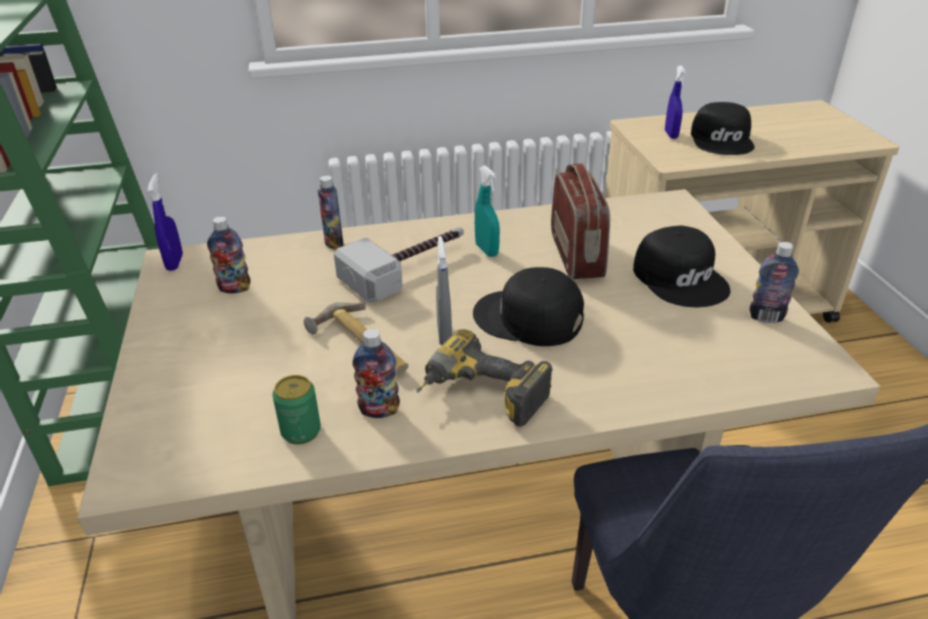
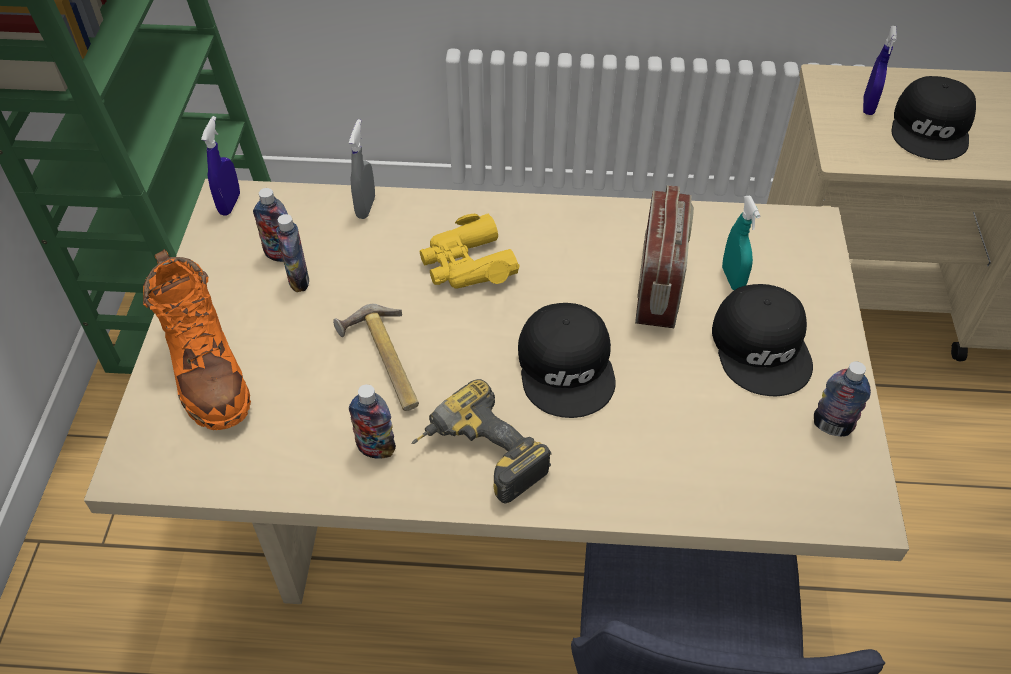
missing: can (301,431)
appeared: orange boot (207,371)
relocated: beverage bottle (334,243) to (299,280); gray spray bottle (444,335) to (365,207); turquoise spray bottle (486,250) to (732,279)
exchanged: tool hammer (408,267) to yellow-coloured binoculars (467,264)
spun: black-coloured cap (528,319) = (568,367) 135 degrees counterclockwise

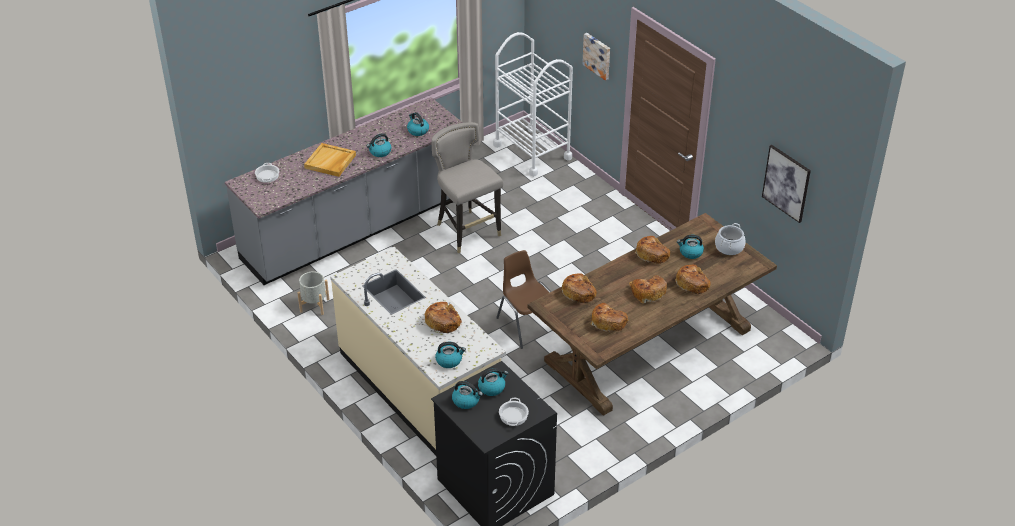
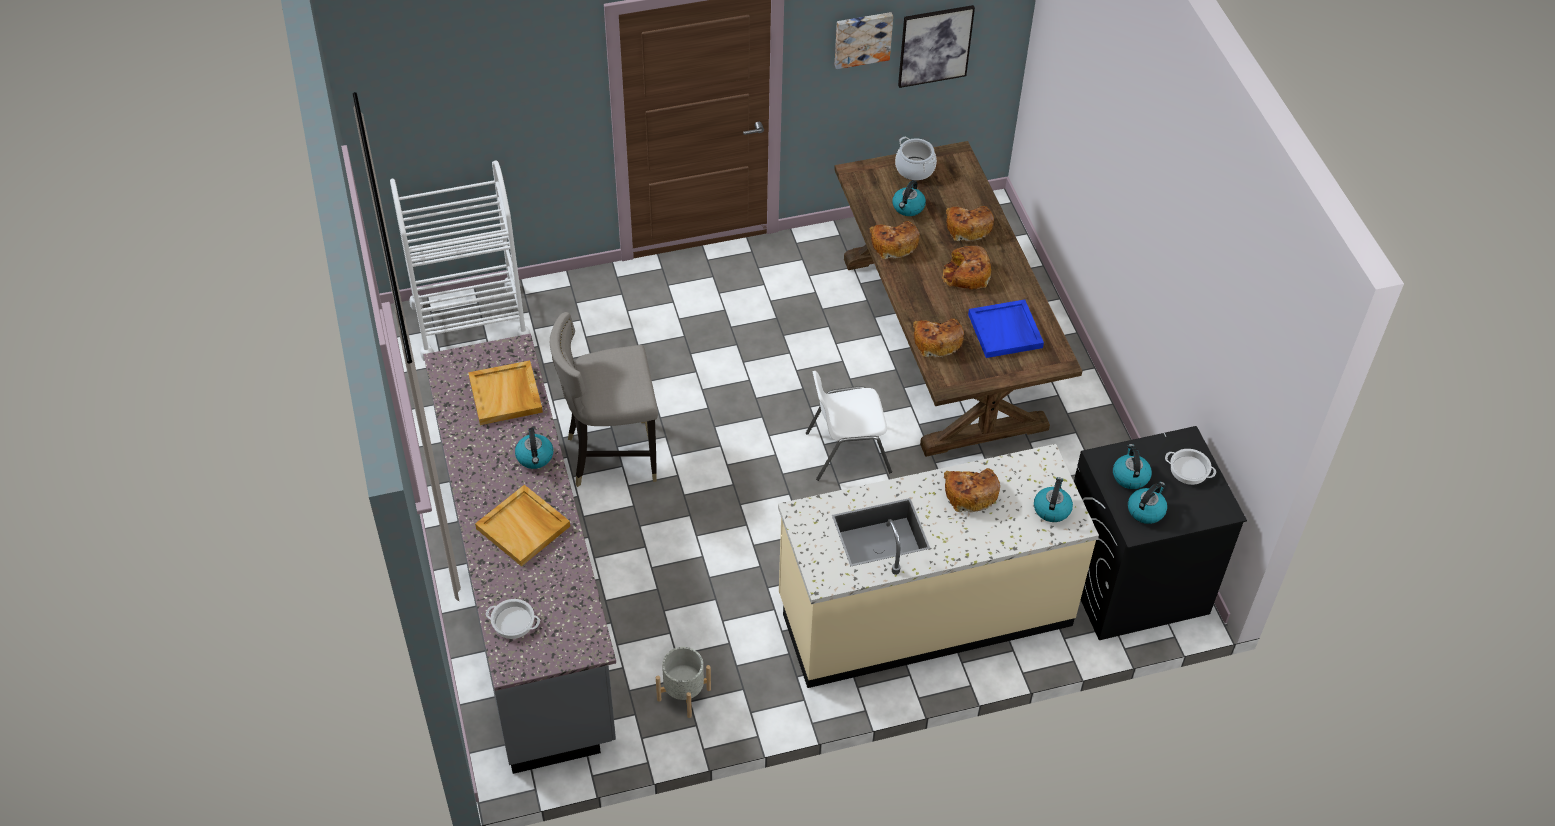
relocated: wall picture (597,55) to (862,38)
exchanged: kettle (417,130) to beige-coloured carrying tray (506,395); baked bread (608,321) to blue carrying tray (1006,331)
colour: brown-coloured upright chair (527,324) to whitish upright chair (846,451)

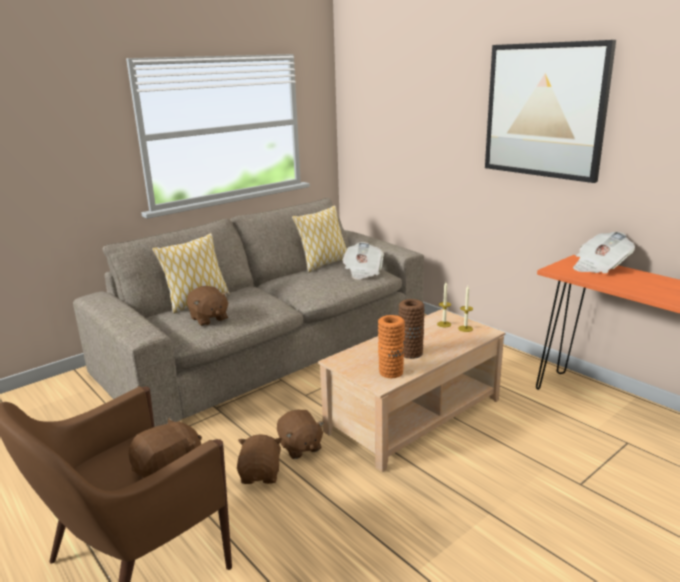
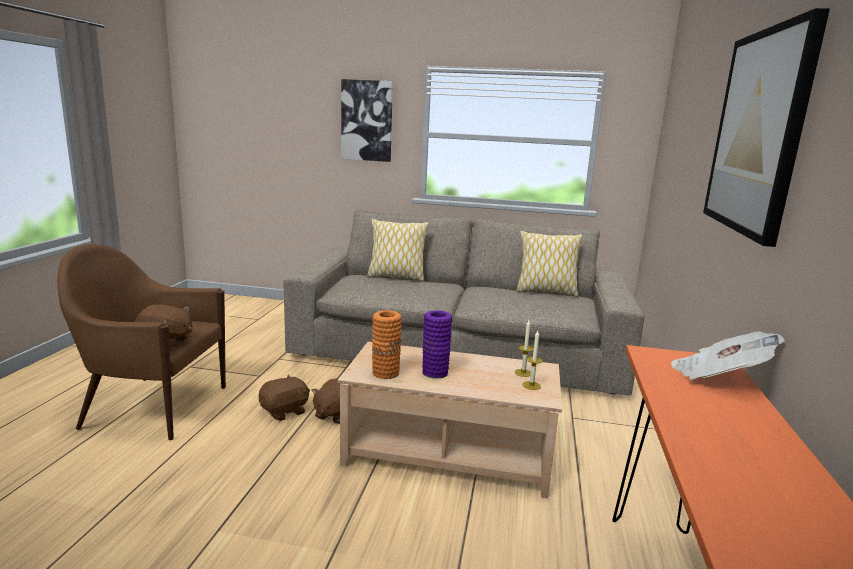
missing: brown-coloured cuddly toy (208,319); printed paper (362,272)
appeared: wall picture (367,121)
colour: brown-coloured vase (410,353) to purple-coloured vase (435,372)

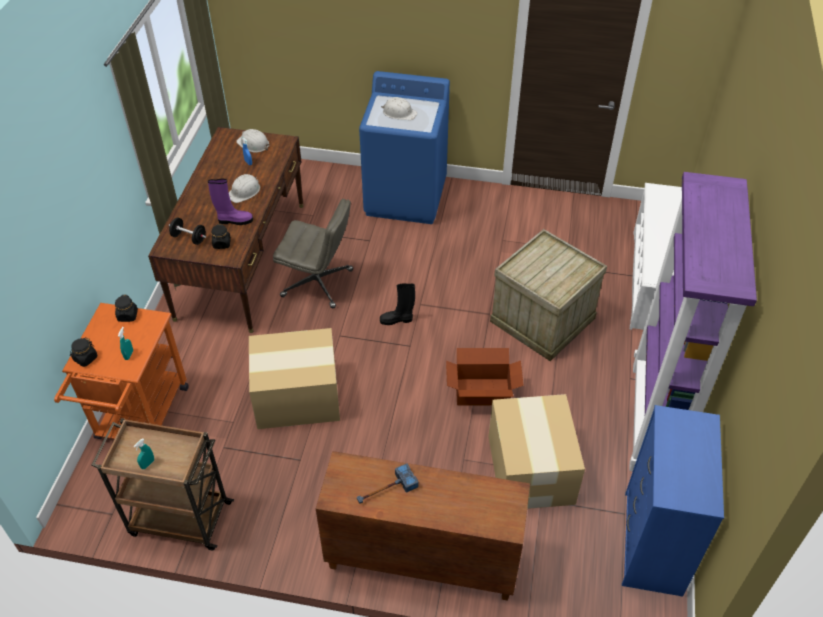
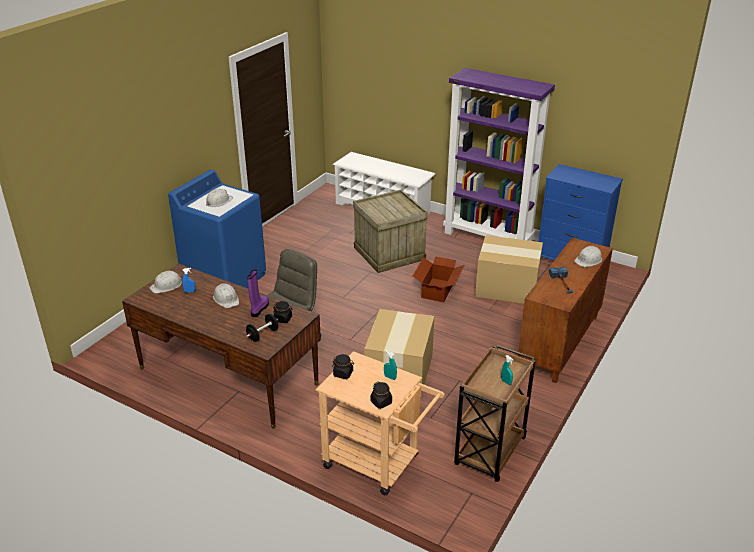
missing: black-coloured boot (397,320)
appeared: whitish safety helmet (588,260)
colour: orange cart (139,419) to beige-coloured cart (378,464)

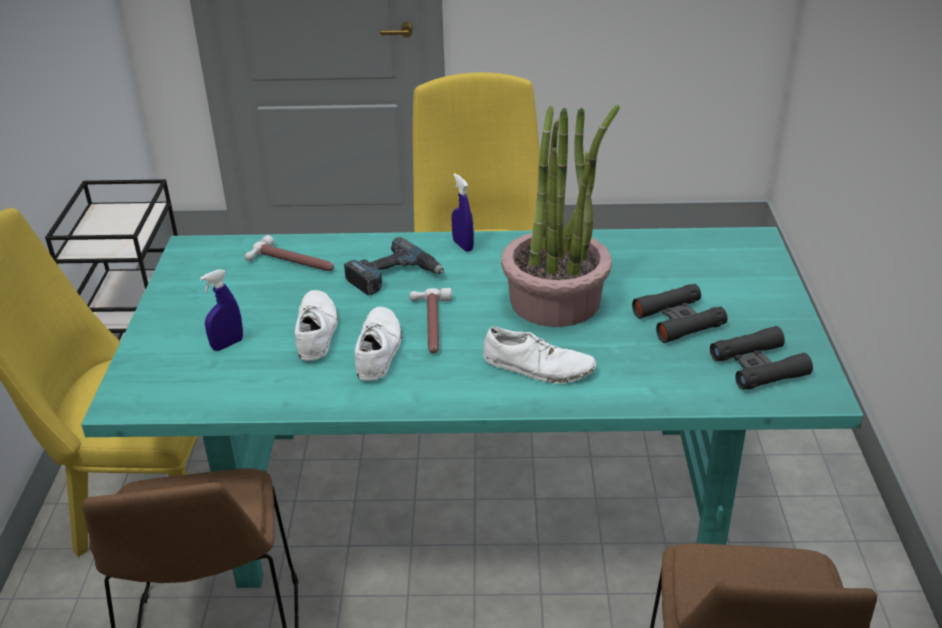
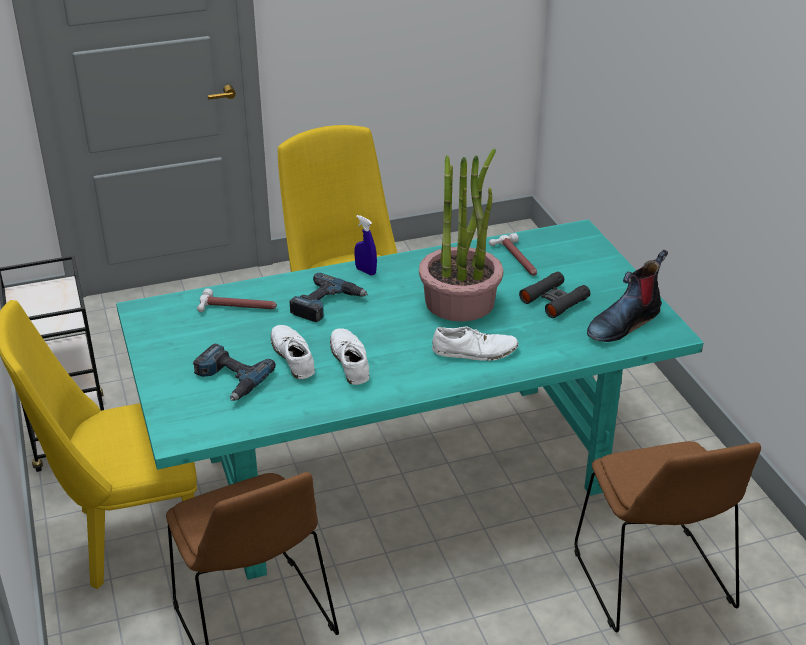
relocated: tool hammer (431,326) to (517,259)
exchanged: blue spray bottle (227,344) to electric drill (230,379); black-coloured binoculars (758,366) to boot (623,323)

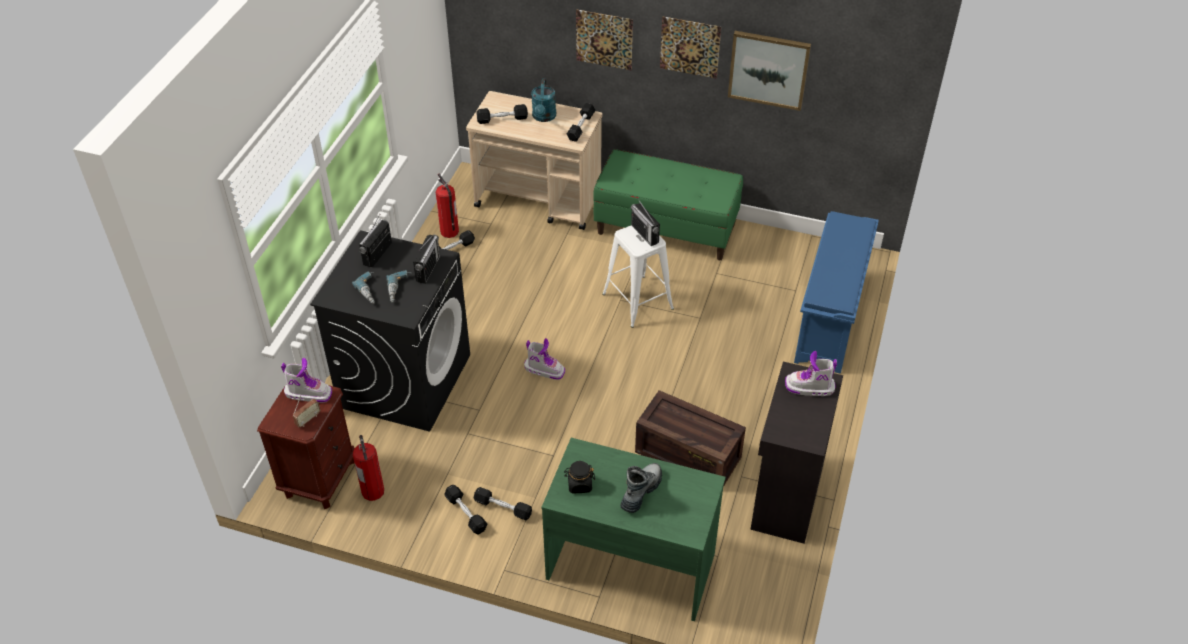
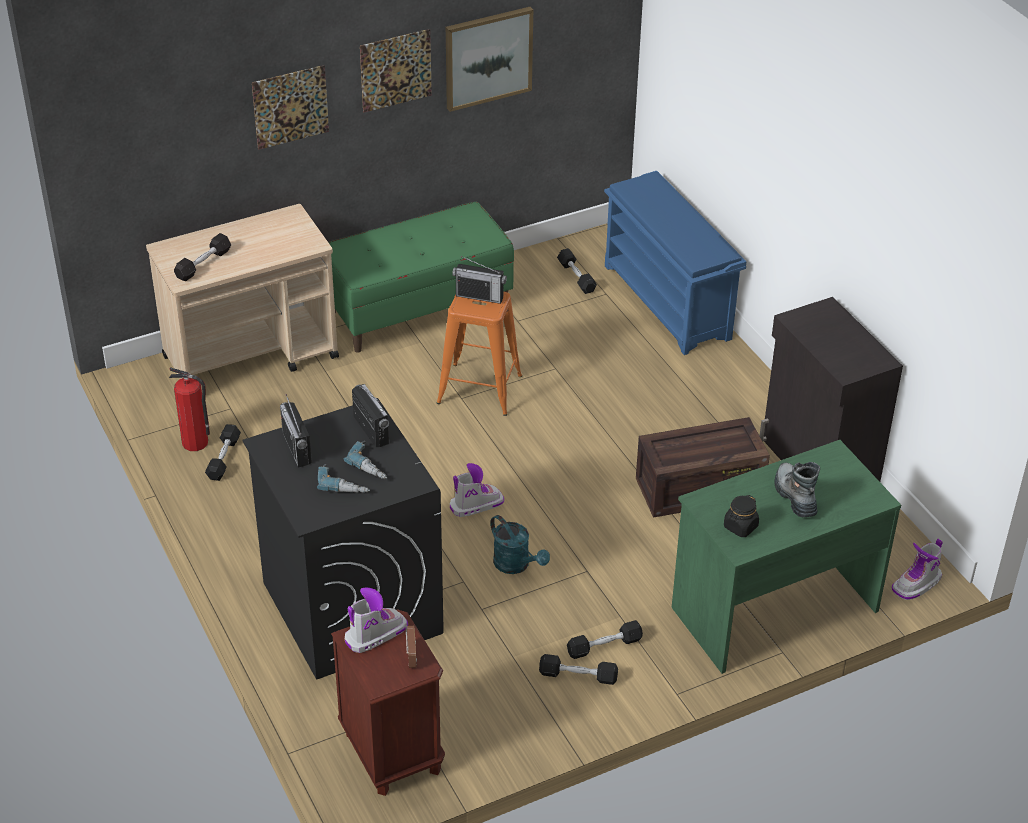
missing: fire extinguisher (373,491)
relocated: turquoise watering pot (544,117) to (516,565); black-coloured dumbbell (581,127) to (576,277); boot (809,387) to (917,584)
colour: whitish stool seat (637,301) to orange stool seat (479,389)

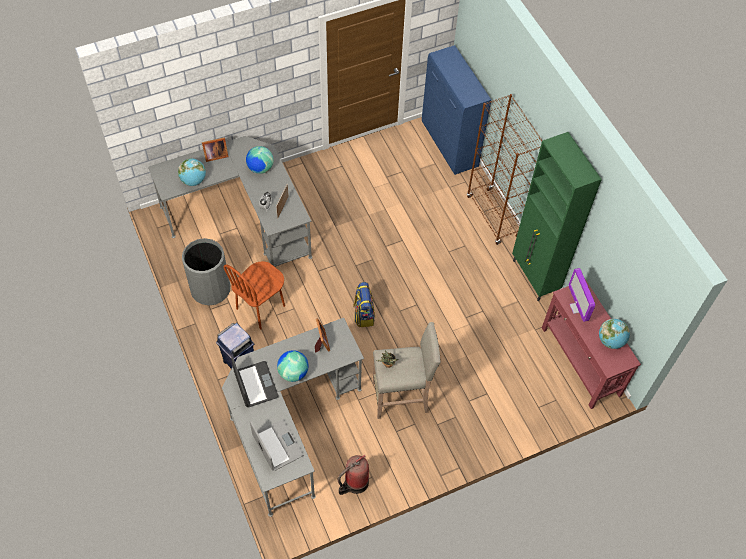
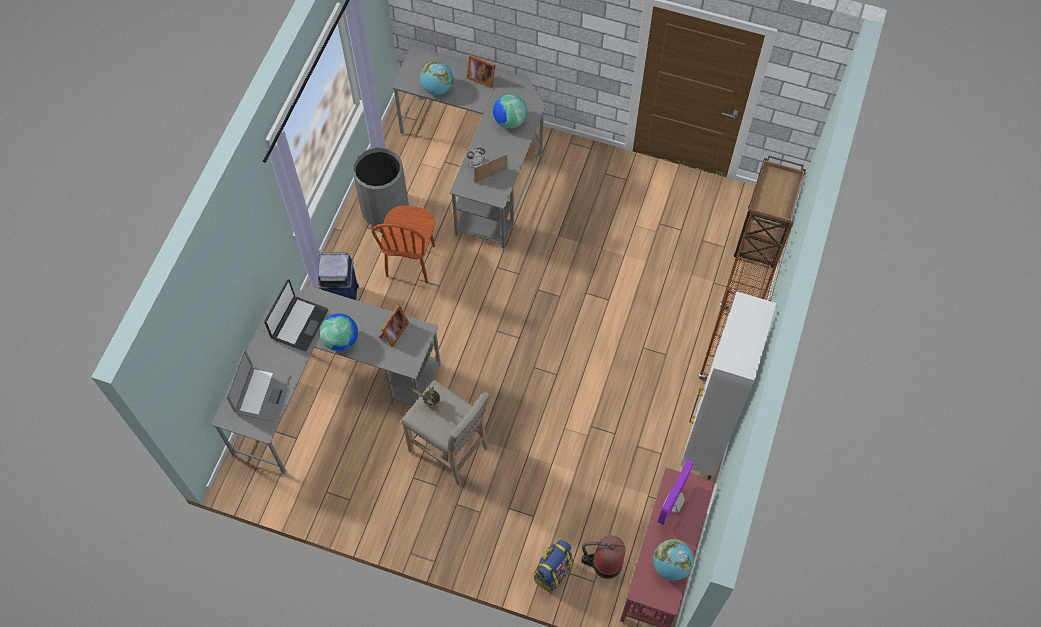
relocated: rucksack (363,314) to (552,571); fire extinguisher (354,483) to (604,563)
exchanged: blue cabinet (450,145) to brown-coloured cart (760,239)
colour: greenish cabinet (534,278) to whitish cabinet (703,444)
spun: brown-coloured upright chair (261,307) = (411,261) 75 degrees counterclockwise

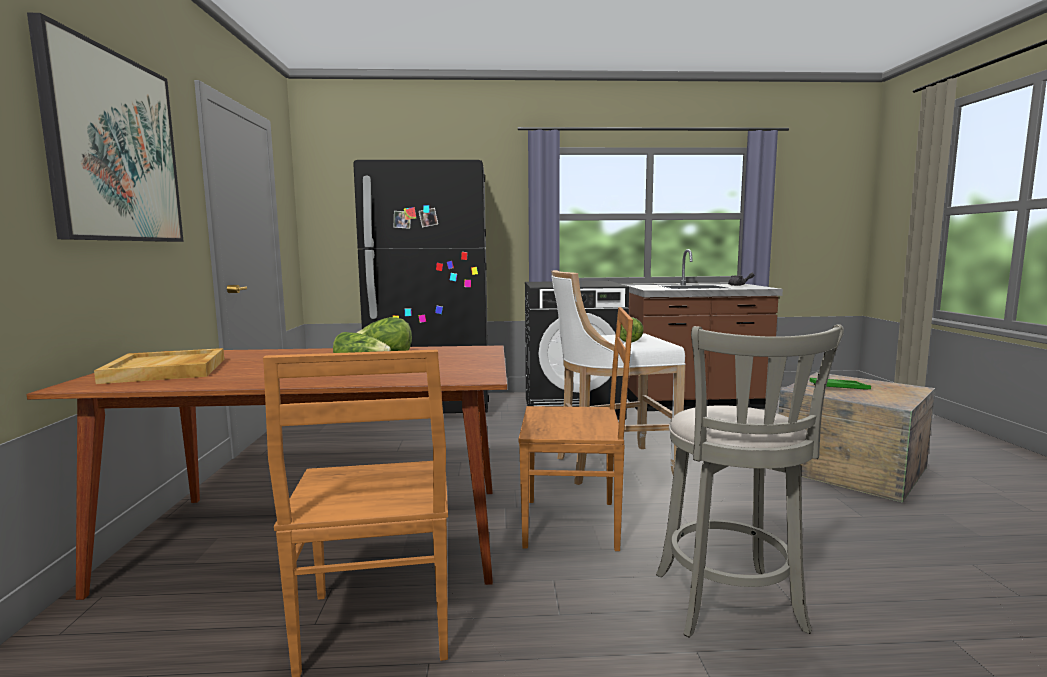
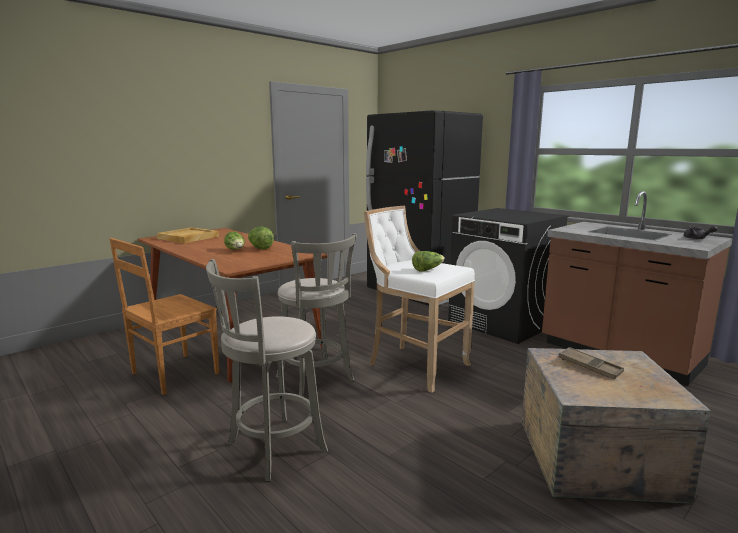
missing: wall picture (114,148)
exchanged: brown-coloured upright chair (574,524) to gray stool seat (316,380)
colour: greenish carrying tray (839,388) to brown-coloured carrying tray (589,367)

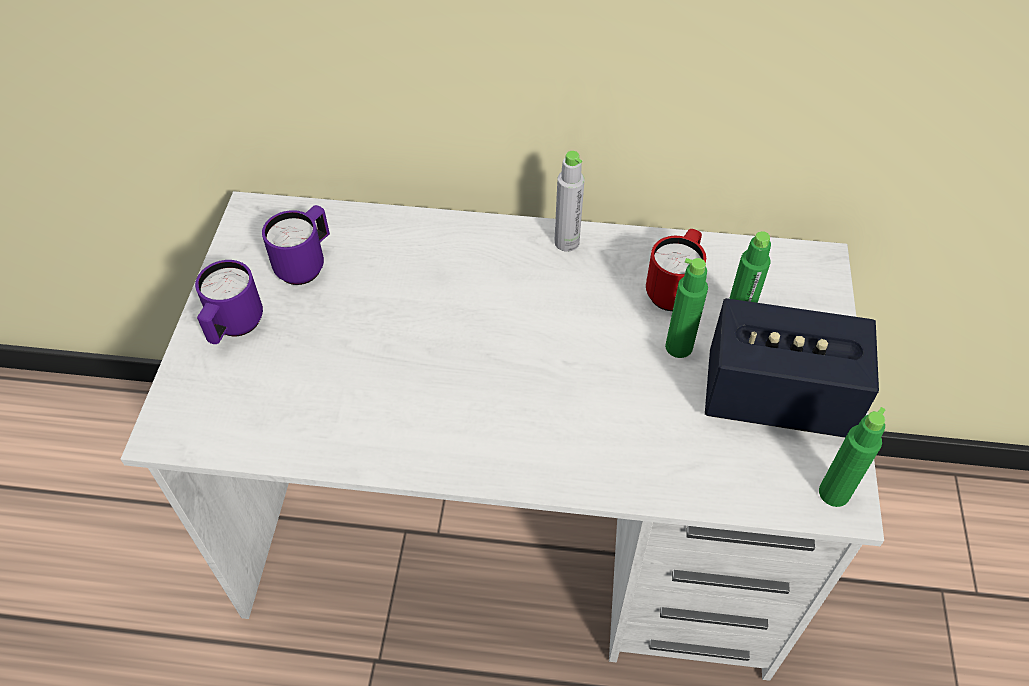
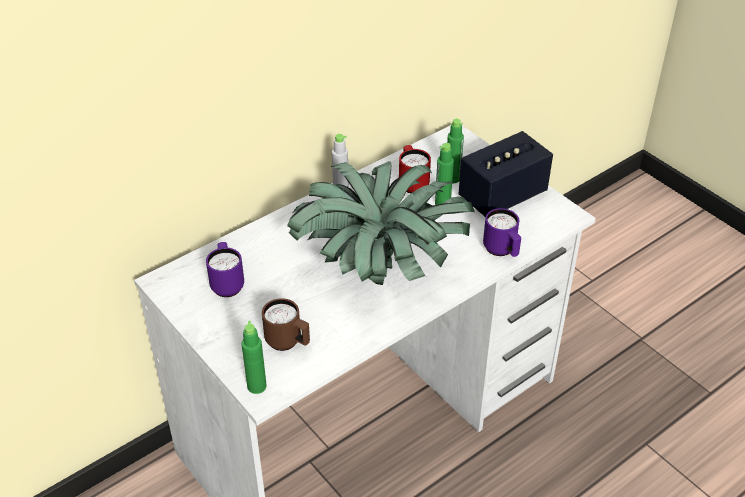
appeared: brown-coloured tea mug (288,343); potted plant (378,266)
relocated: greenish beverage bottle (834,493) to (257,386); purple-coloured tea mug (234,327) to (502,251)

